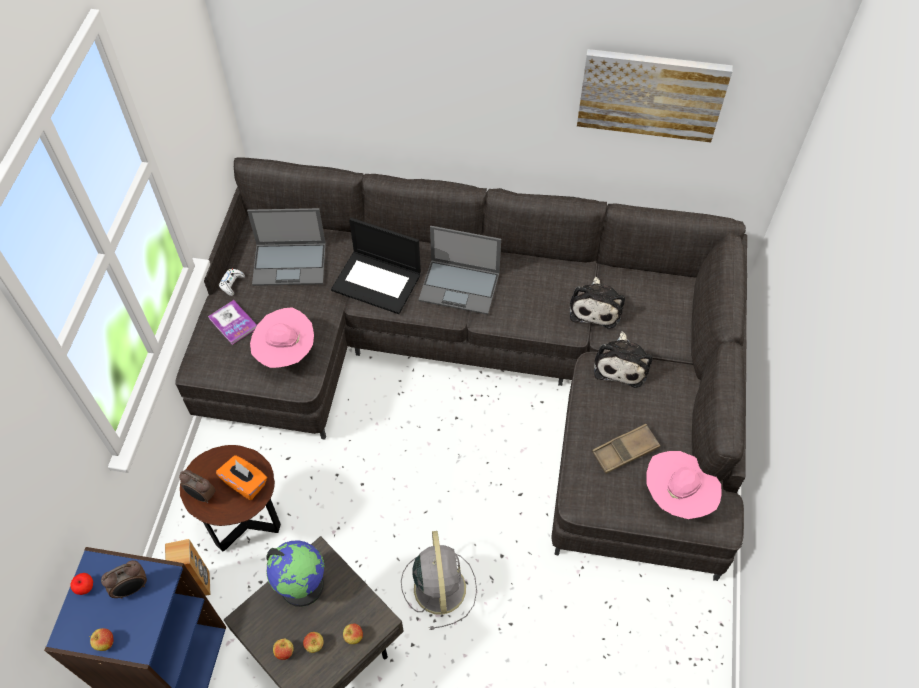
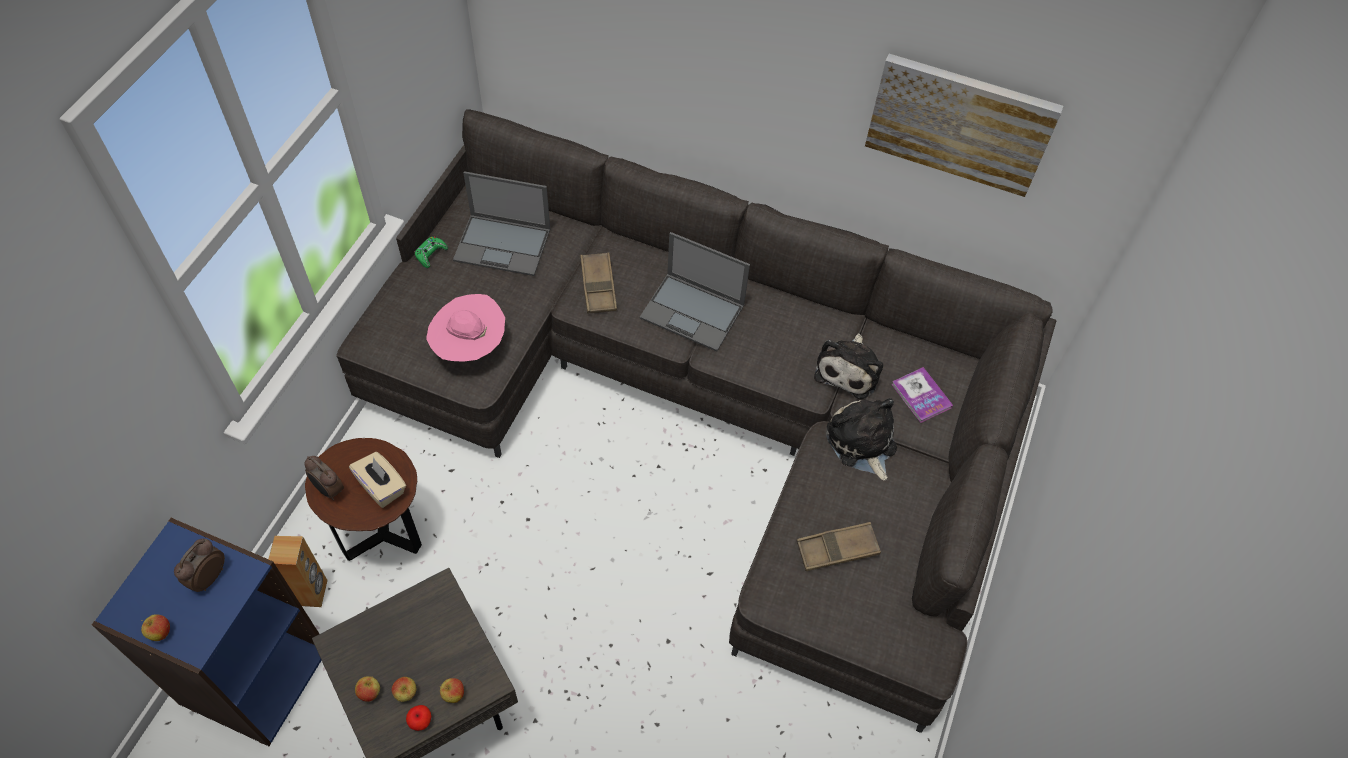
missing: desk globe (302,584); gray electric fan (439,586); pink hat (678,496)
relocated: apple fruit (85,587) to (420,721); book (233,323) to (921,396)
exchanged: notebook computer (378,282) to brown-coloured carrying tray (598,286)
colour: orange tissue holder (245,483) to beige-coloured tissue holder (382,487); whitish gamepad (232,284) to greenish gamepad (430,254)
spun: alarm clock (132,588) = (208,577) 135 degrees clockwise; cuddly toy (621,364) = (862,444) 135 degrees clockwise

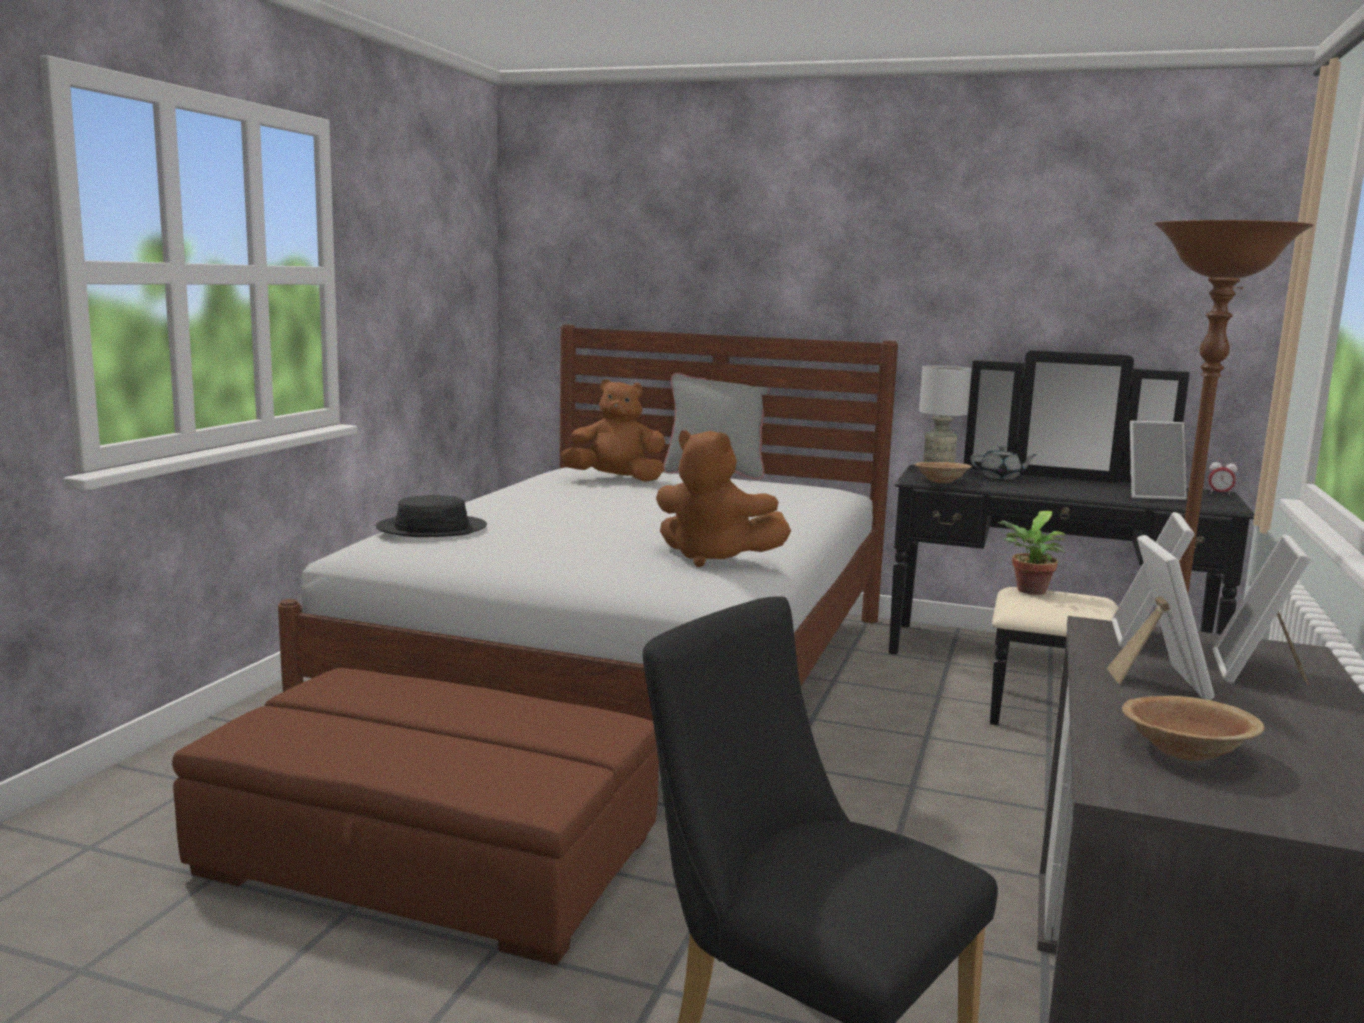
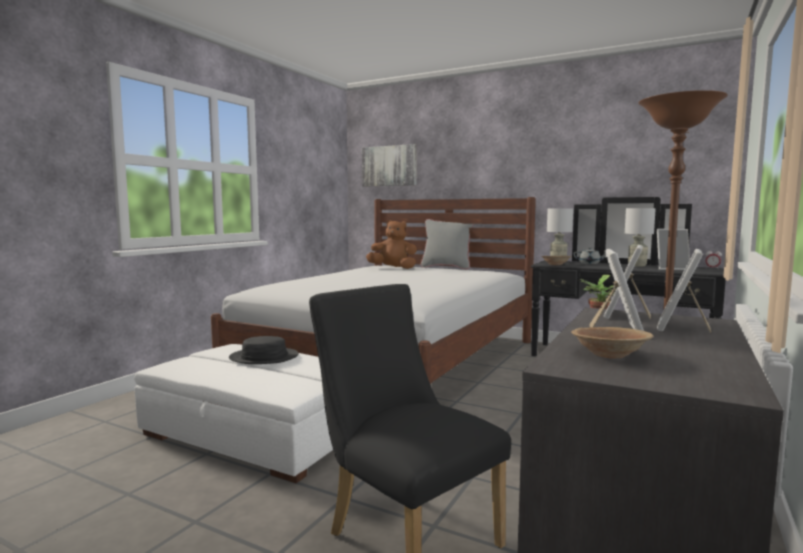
missing: brown-coloured cuddly toy (713,558)
appeared: wall picture (389,166); gray tabletop lamp (637,265)
relocated: black-coloured hat (431,529) to (264,357)
colour: brown-coloured pouffe (431,854) to whitish pouffe (258,432)

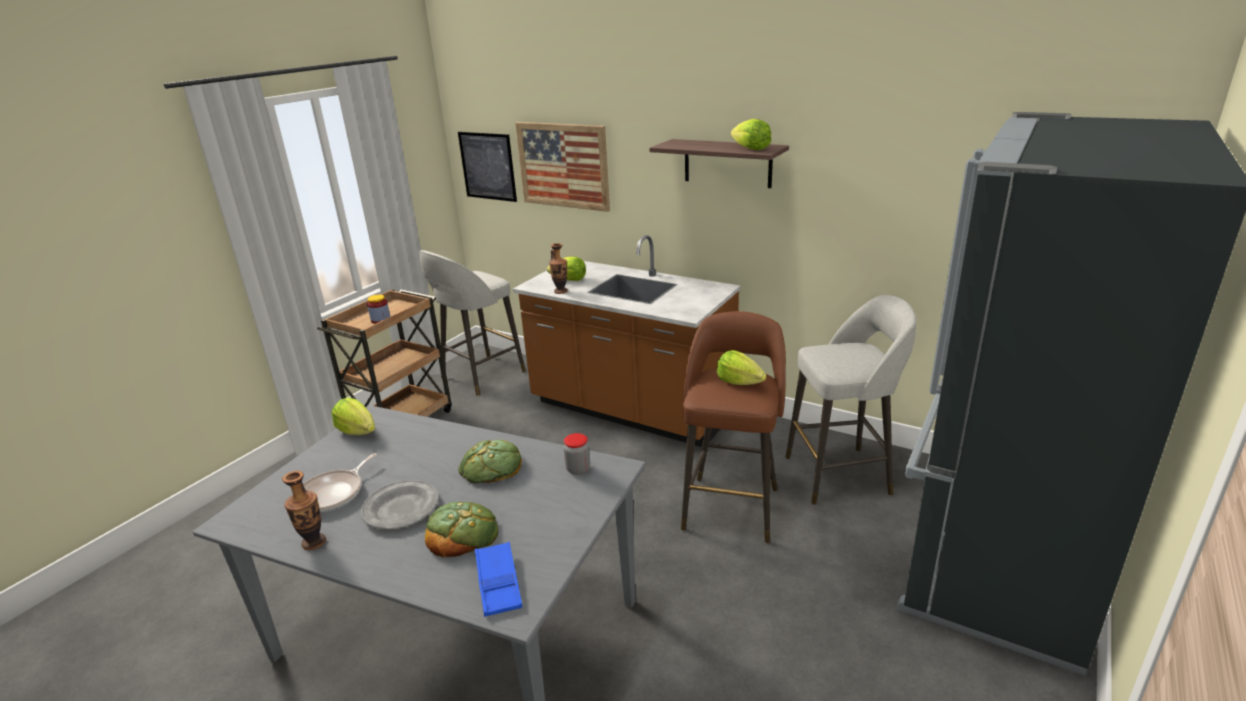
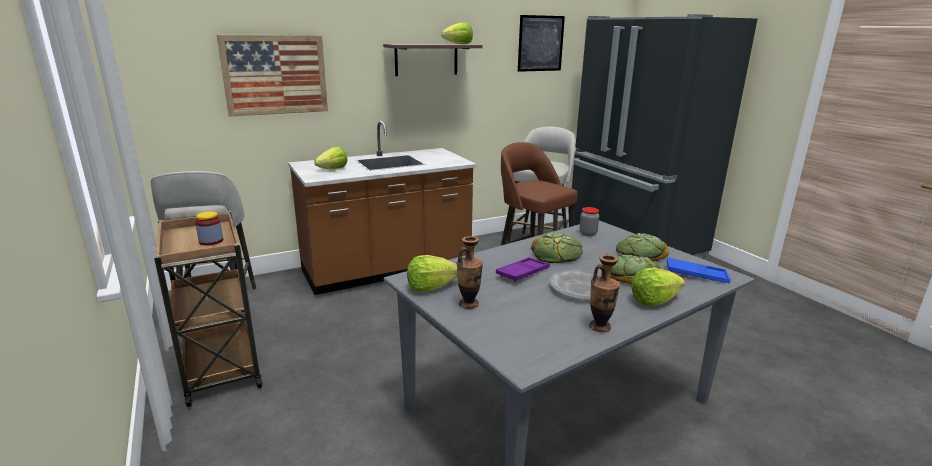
missing: skillet (334,493)
appeared: purple-coloured carrying tray (523,273); baked bread (641,253)
relocated: vase (560,291) to (468,304); wall picture (487,166) to (540,43); lettuce head (739,382) to (653,301)

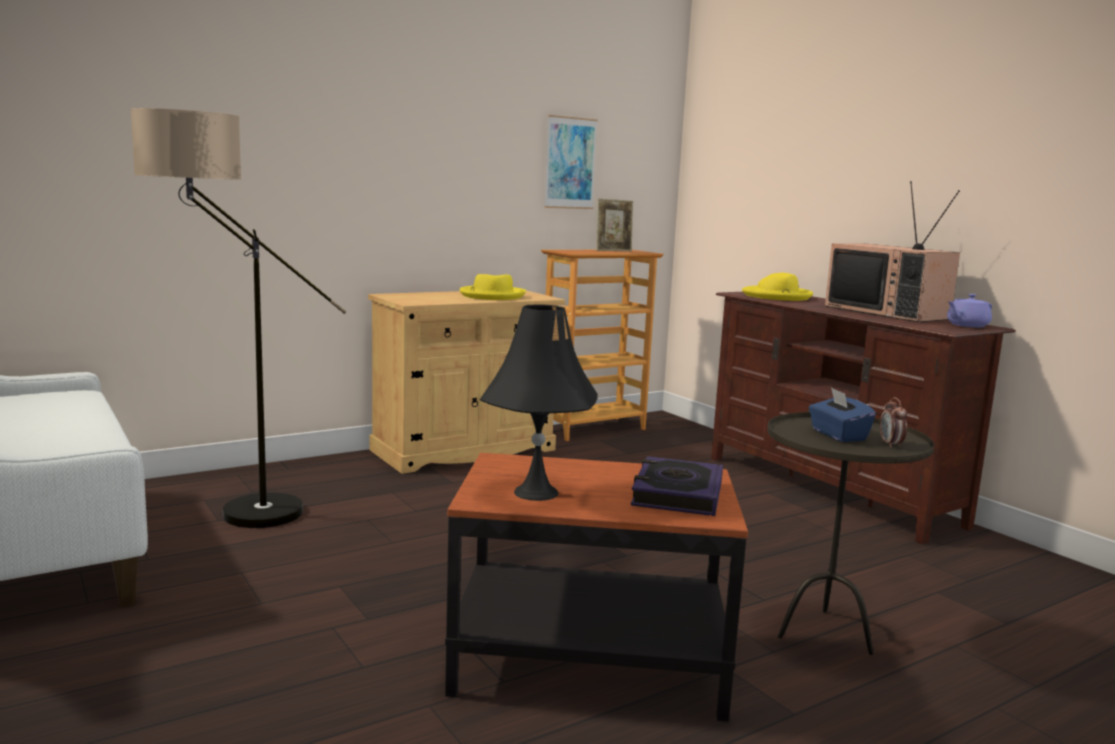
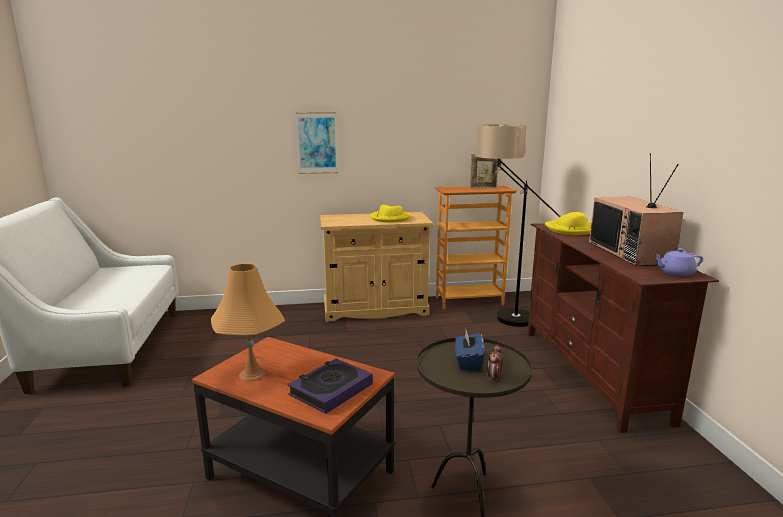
relocated: wall picture (570,163) to (317,143); floor lamp (231,519) to (501,320)
colour: black-coloured tabletop lamp (536,492) to orange tabletop lamp (253,374)

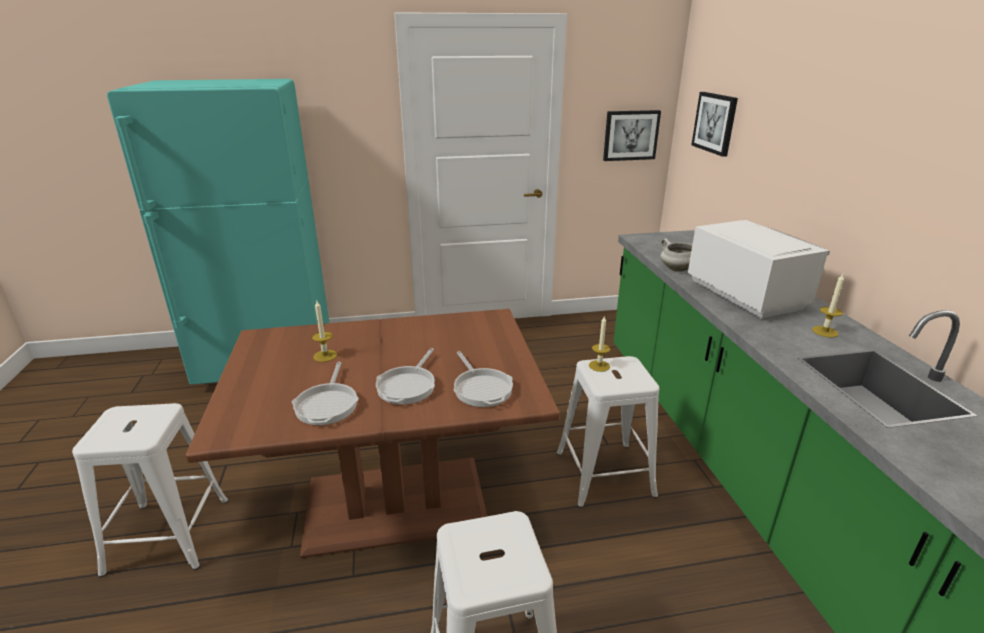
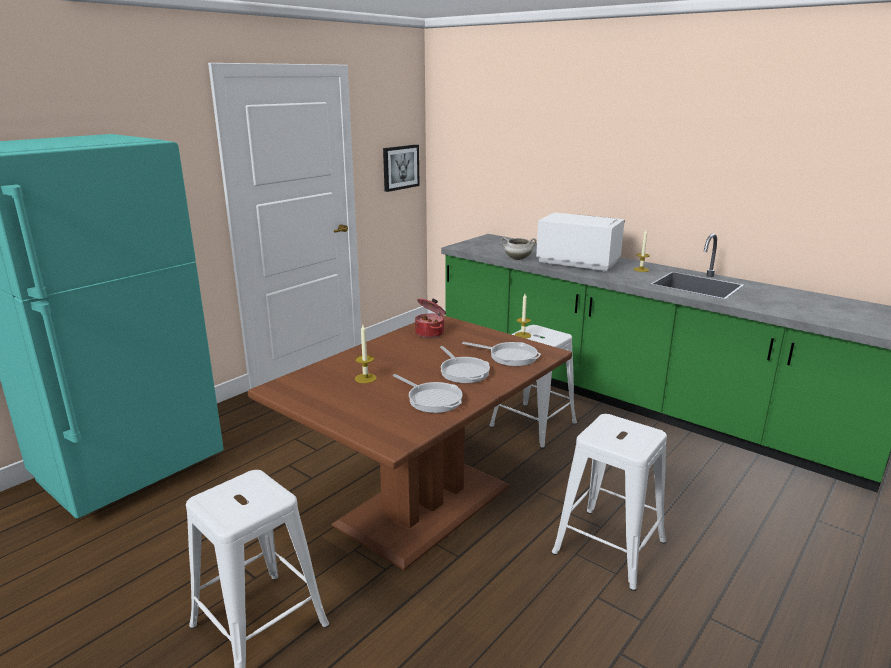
missing: wall picture (715,123)
appeared: stockpot (430,333)

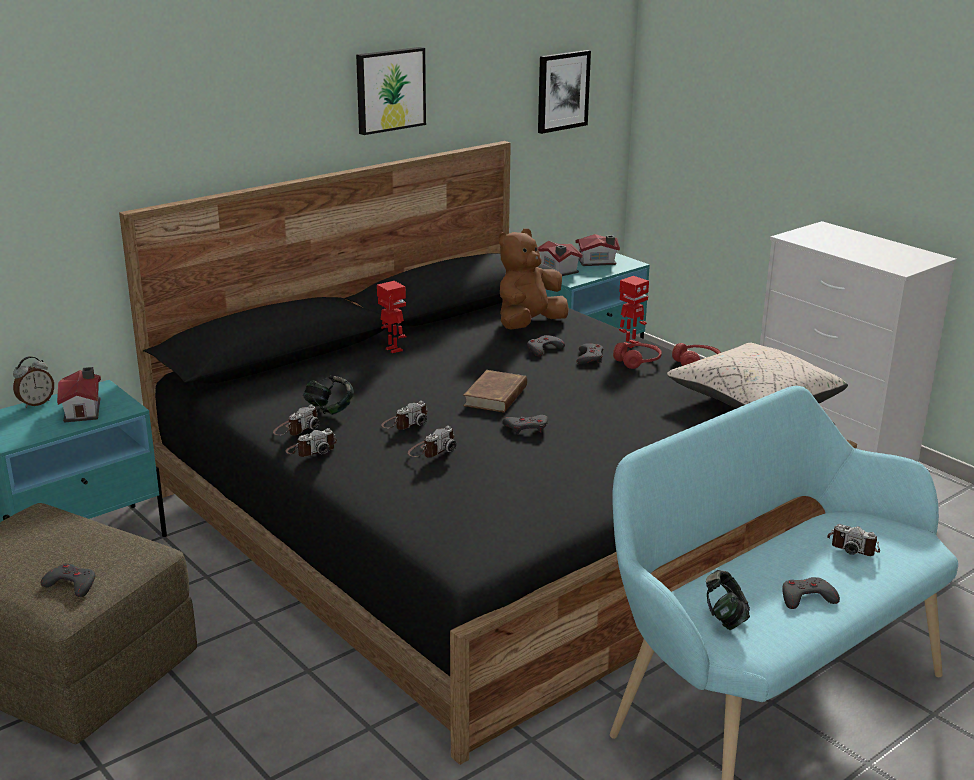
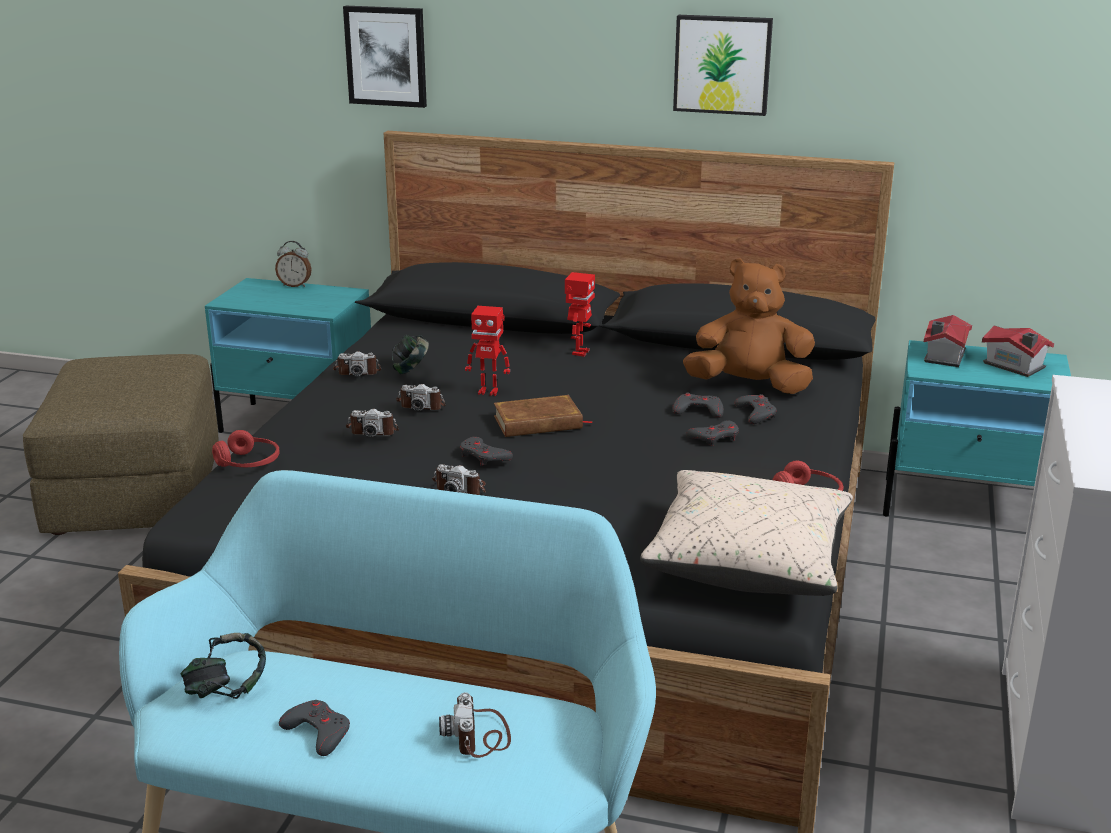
missing: miniature house (84,410)
relocated: red-coloured pair of headphones (637,361) to (248,463); wall picture (562,91) to (386,56); still camera (311,450) to (461,488); toy robot (630,344) to (488,391); gray gamepad (71,584) to (755,413)

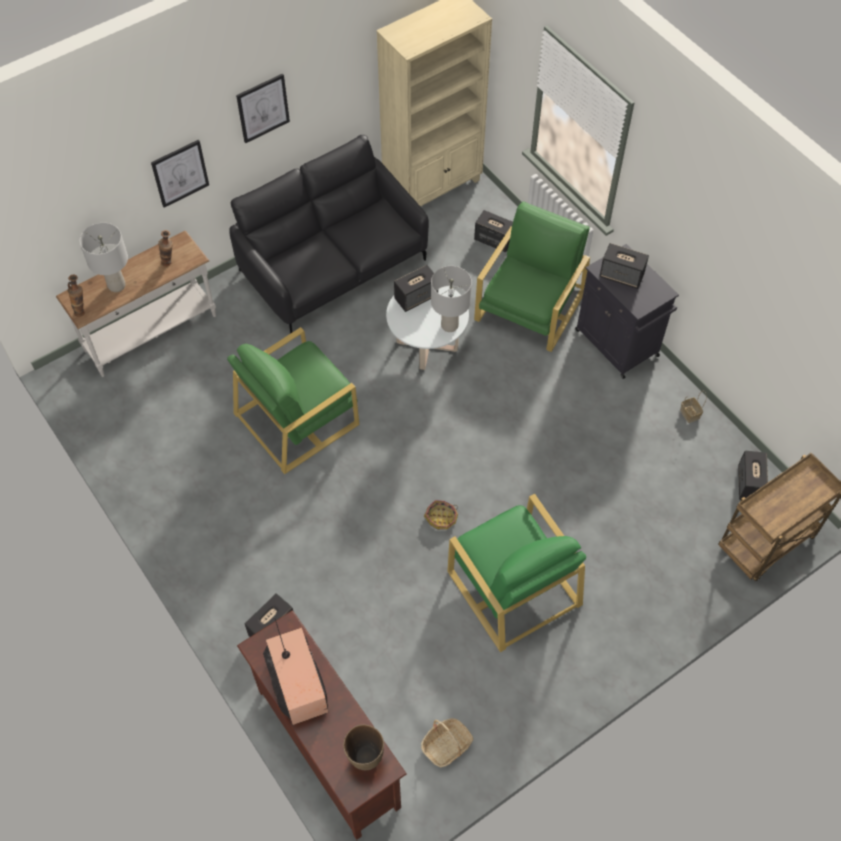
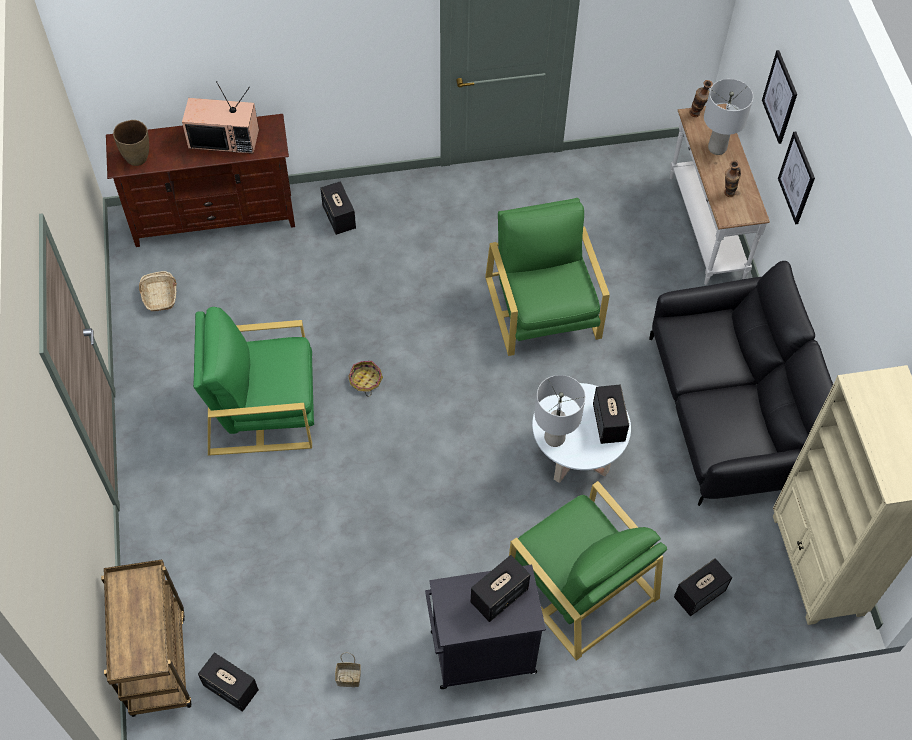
relocated: wall picture (263,108) to (780,97)

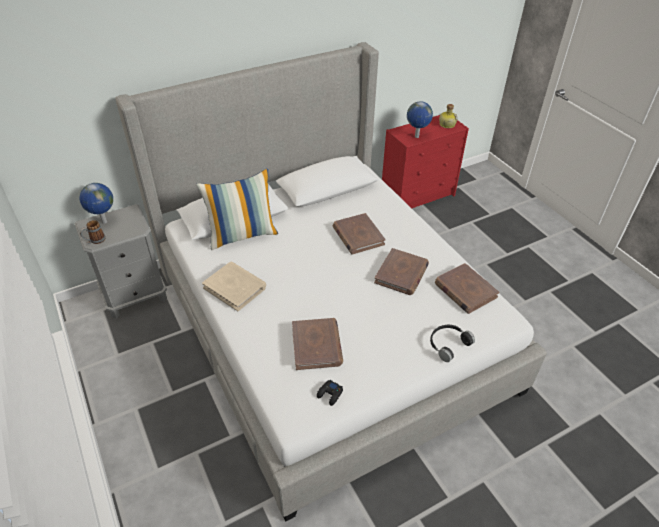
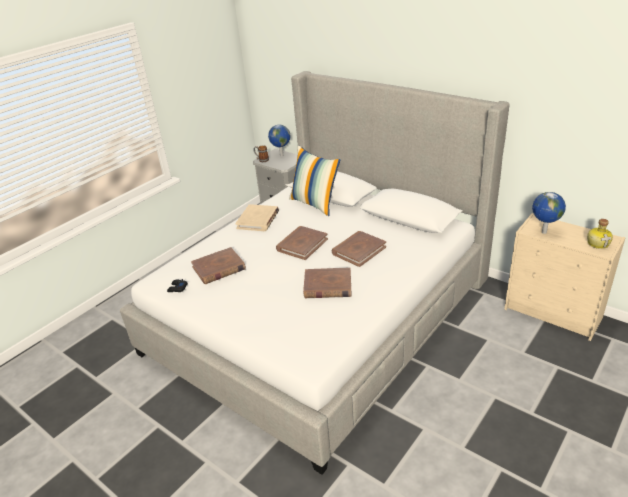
missing: black-coloured pair of headphones (448,344)
relocated: brown-coloured book (465,290) to (302,244)
colour: red-coloured dresser (418,196) to beige-coloured dresser (553,313)

